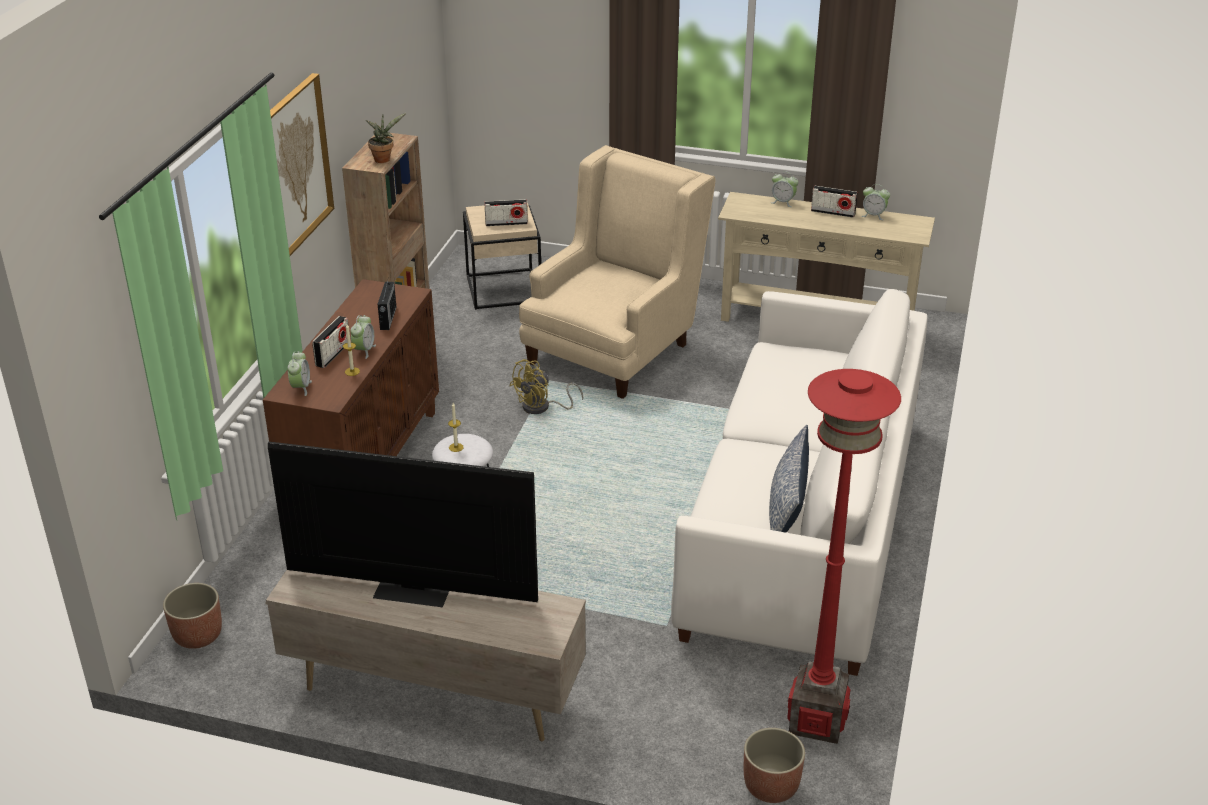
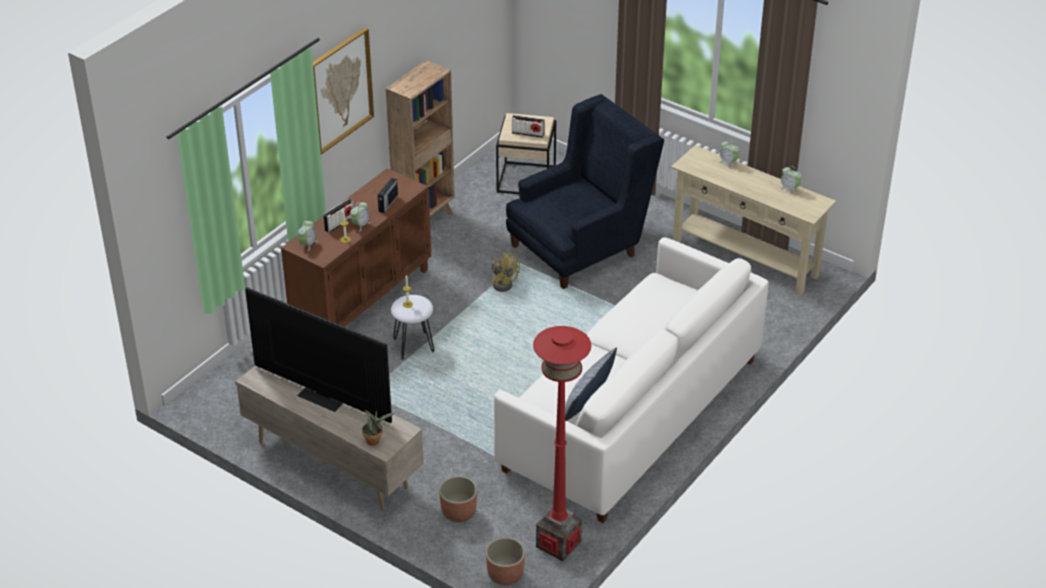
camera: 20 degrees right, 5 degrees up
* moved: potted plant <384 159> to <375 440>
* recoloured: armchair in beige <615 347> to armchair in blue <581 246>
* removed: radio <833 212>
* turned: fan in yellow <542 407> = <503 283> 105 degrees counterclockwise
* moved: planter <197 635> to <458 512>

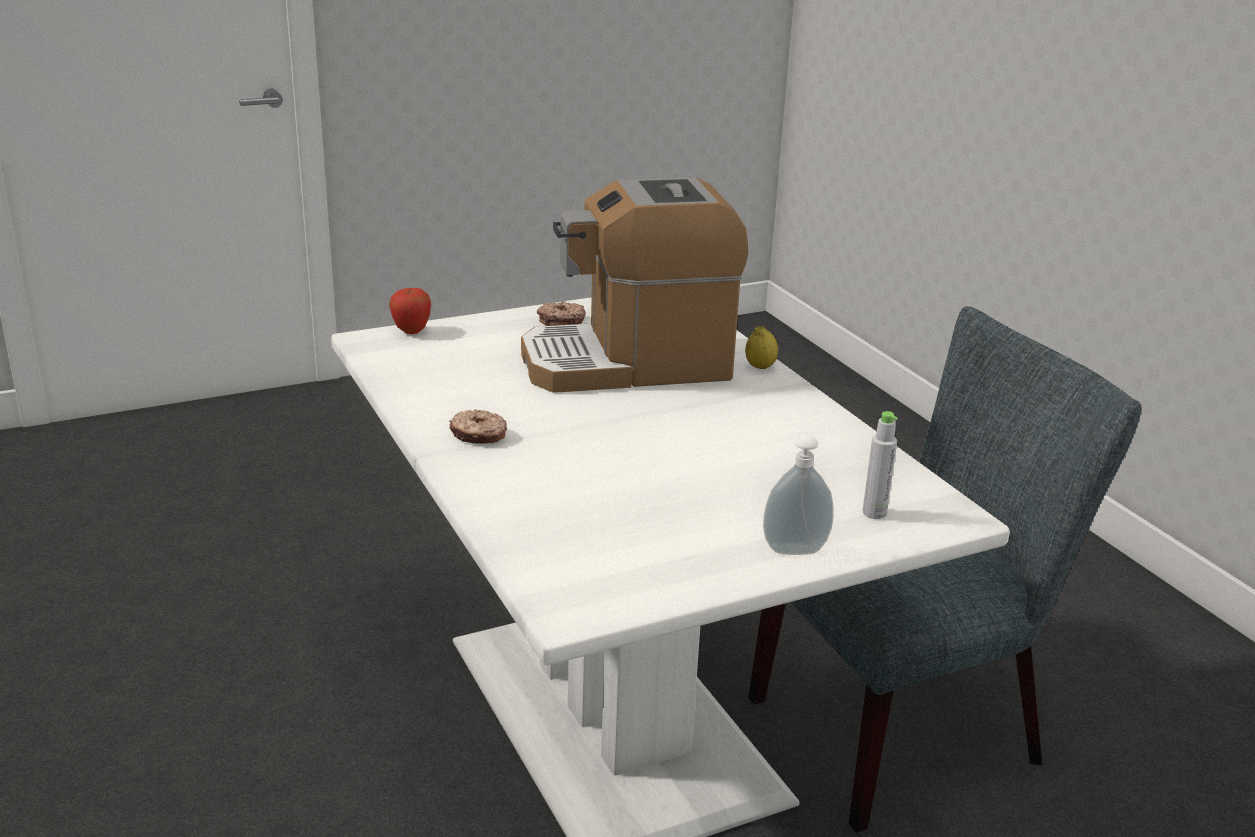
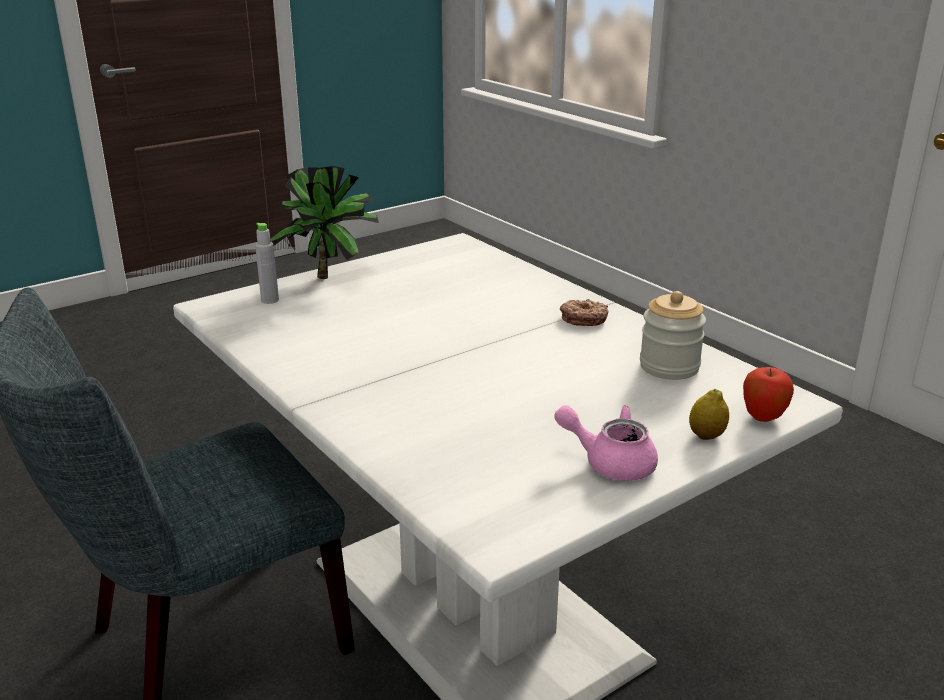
camera: 170 degrees right, 0 degrees up
* removed: coffee machine <629 363>
* replaced: donut <561 321> to teapot in pink <610 462>
* moved: lemon <760 367> to <706 436>
* replaced: soap dispenser <794 548> to potted plant <331 277>
* added: jar <669 366>

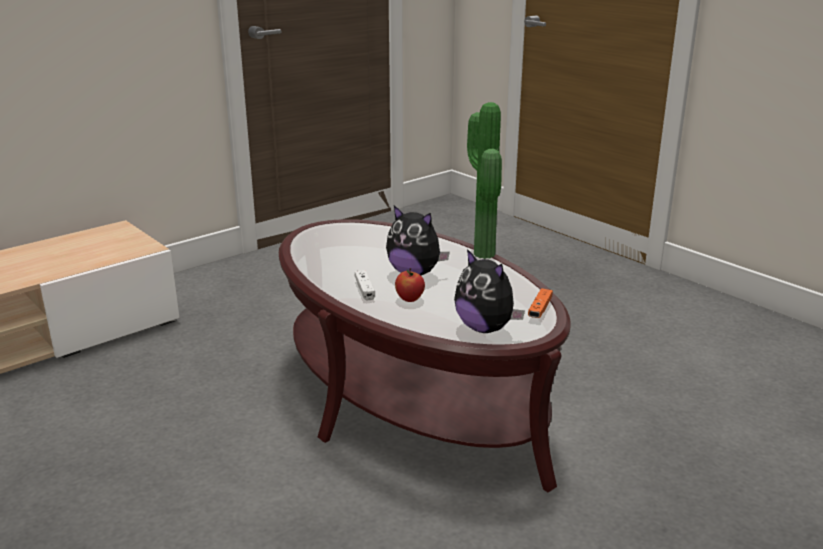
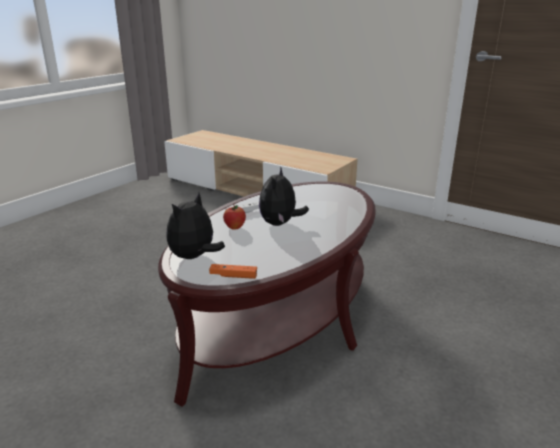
camera: 75 degrees right, 0 degrees up
* removed: potted plant <480 254>

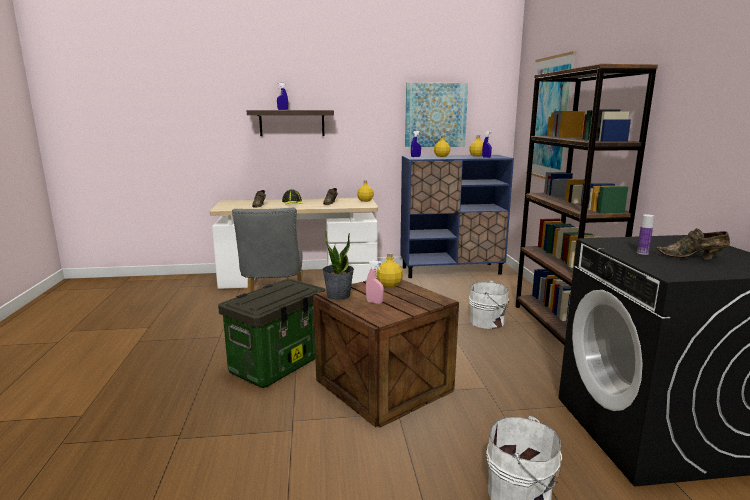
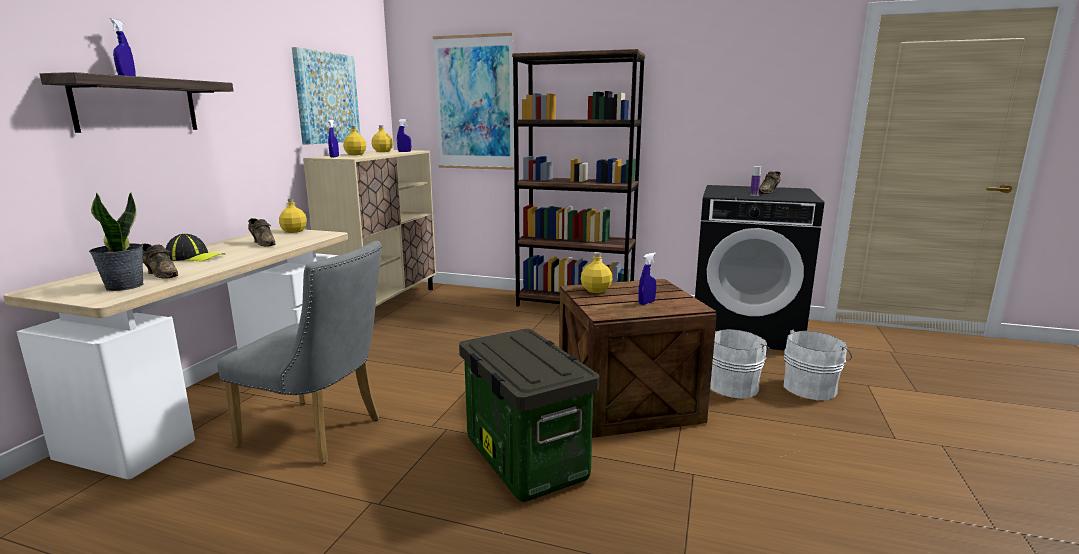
camera: 65 degrees left, 0 degrees up
* recoloured: cabinet in blue <451 270> to cabinet in beige <384 304>
* moved: potted plant <338 296> to <124 286>
* recoloured: spray bottle in pink <374 302> to spray bottle in blue <646 303>
* moved: bucket in white <488 322> to <734 386>

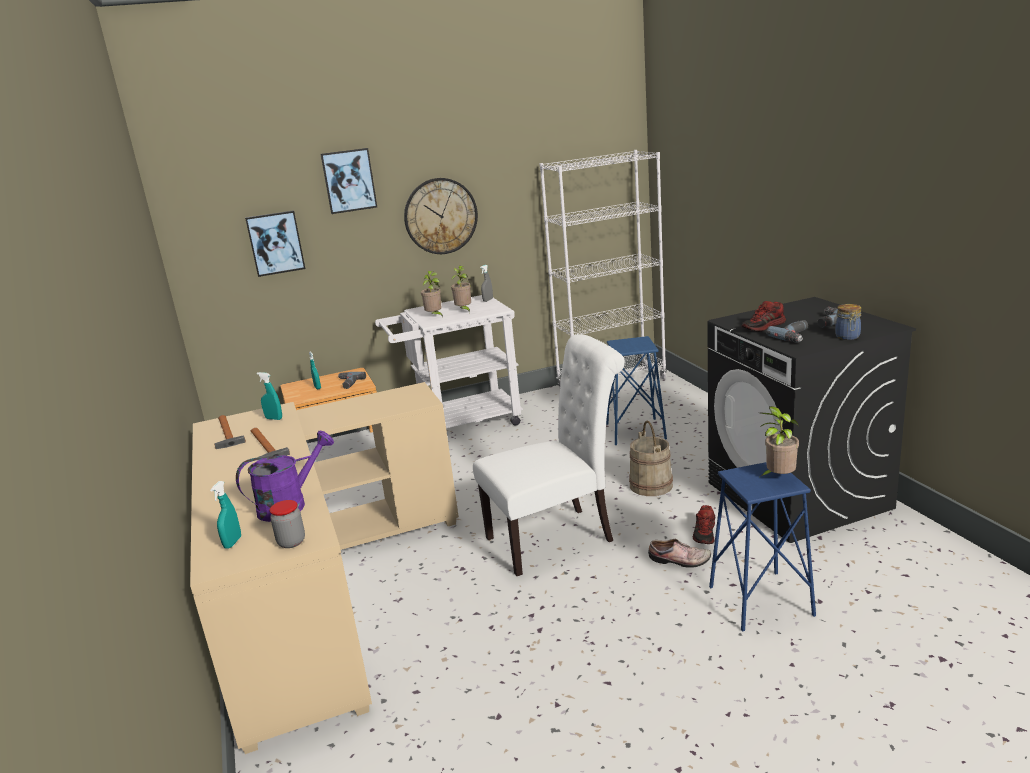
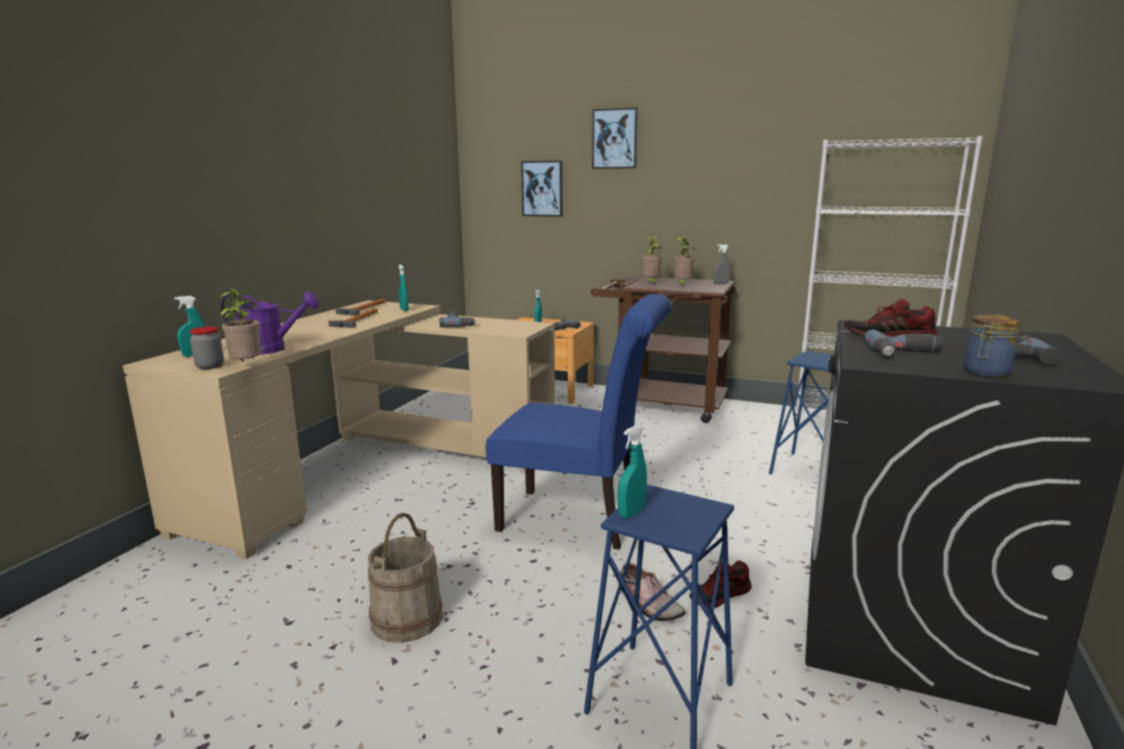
camera: 40 degrees right, 5 degrees down
* removed: wall clock <440 216>
* recoloured: cart in white <460 423> to cart in brown <662 404>
* recoloured: chair in white <557 537> to chair in blue <579 520>
* moved: potted plant <778 478> to <247 366>
* moved: bucket in beige <651 485> to <407 619>
* added: power drill <459 324>
* added: spray bottle in turquoise <631 513>

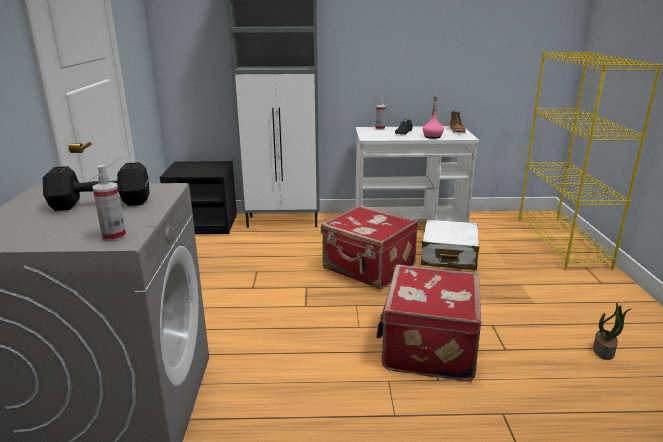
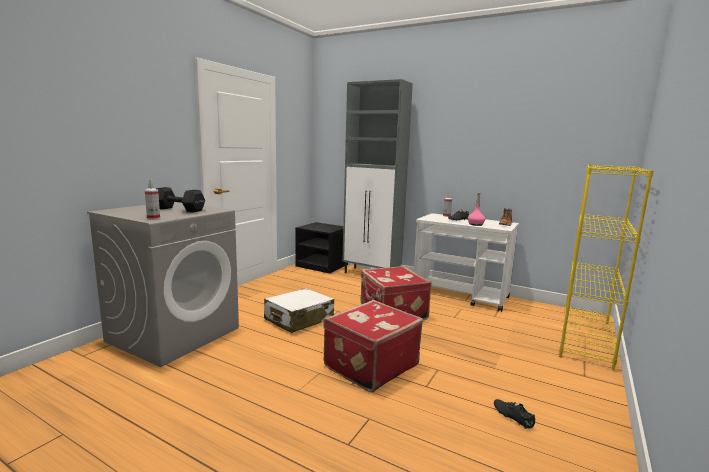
camera: 30 degrees right, 10 degrees down
* moved: suitcase in white <448 256> to <299 319>
* replaced: potted plant <604 351> to shoe in black <512 417>

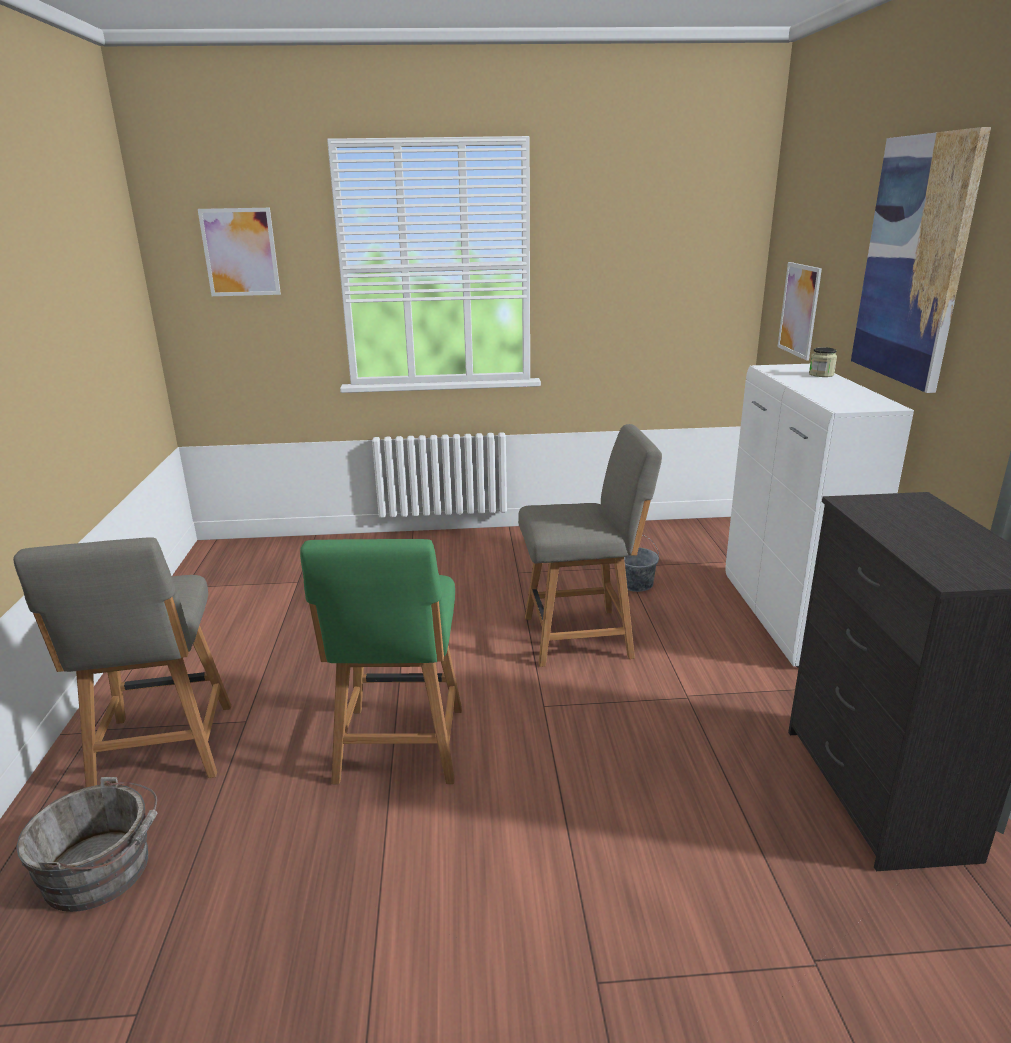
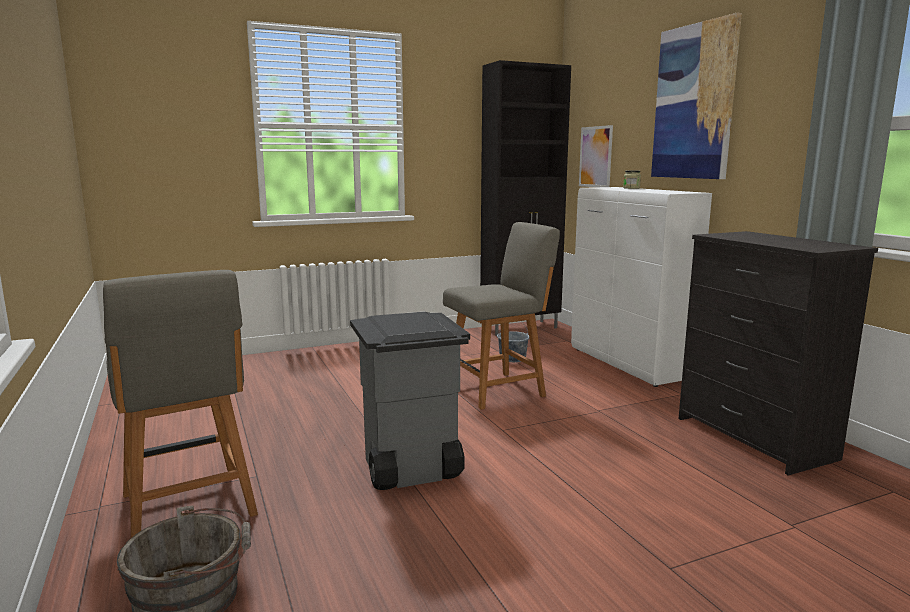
camera: 20 degrees left, 10 degrees down
* removed: picture <240 252>
* replaced: chair in green <399 748> to trash can in grey <409 470>
* added: cabinet in black <521 328>

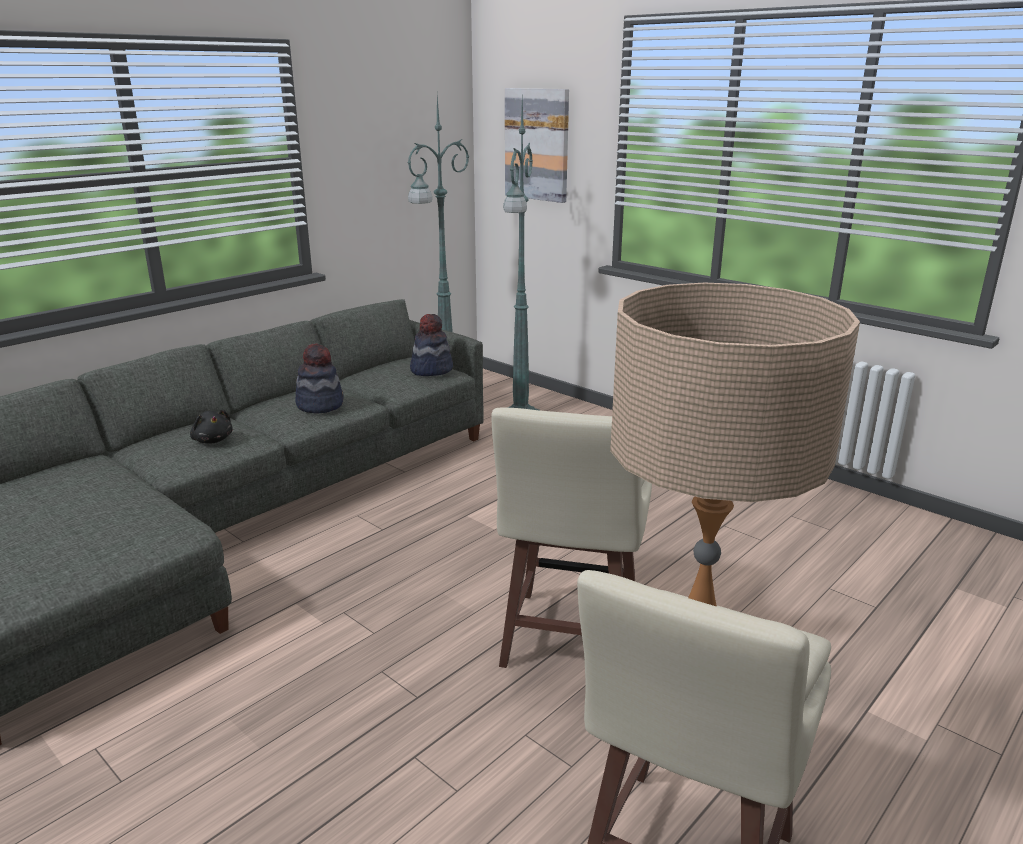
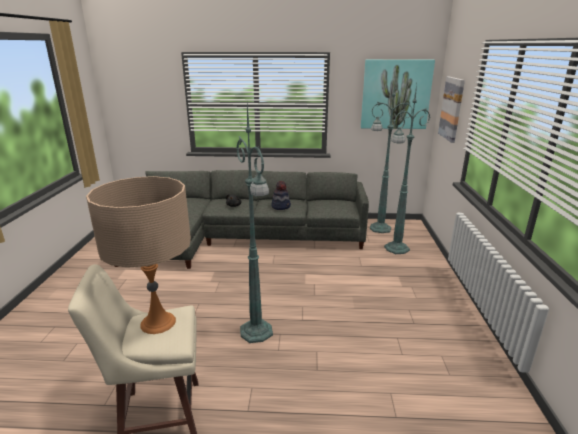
camera: 50 degrees right, 0 degrees up
* removed: hat <431 369>
* replaced: stool in beige <569 640> to floor lamp in green <256 332>
* added: picture <395 94>

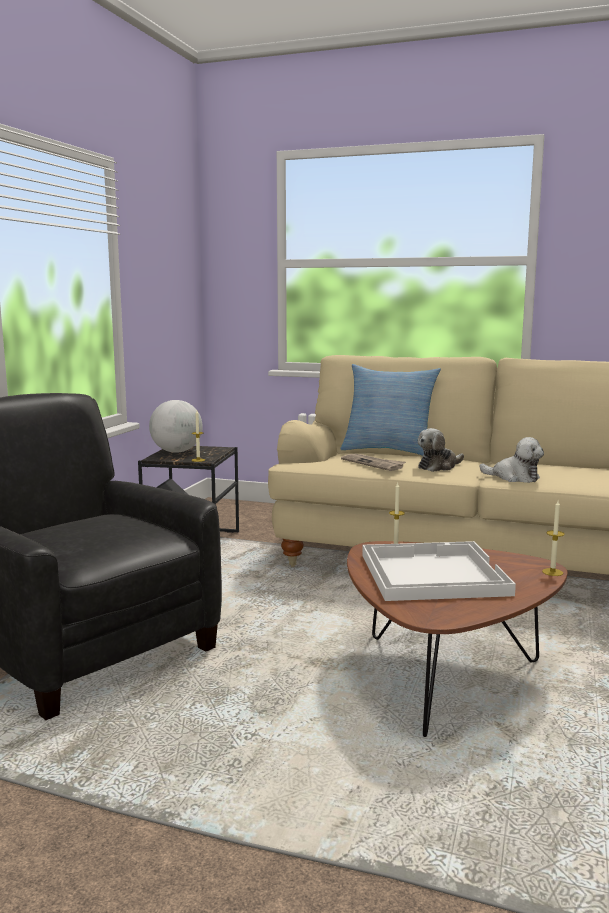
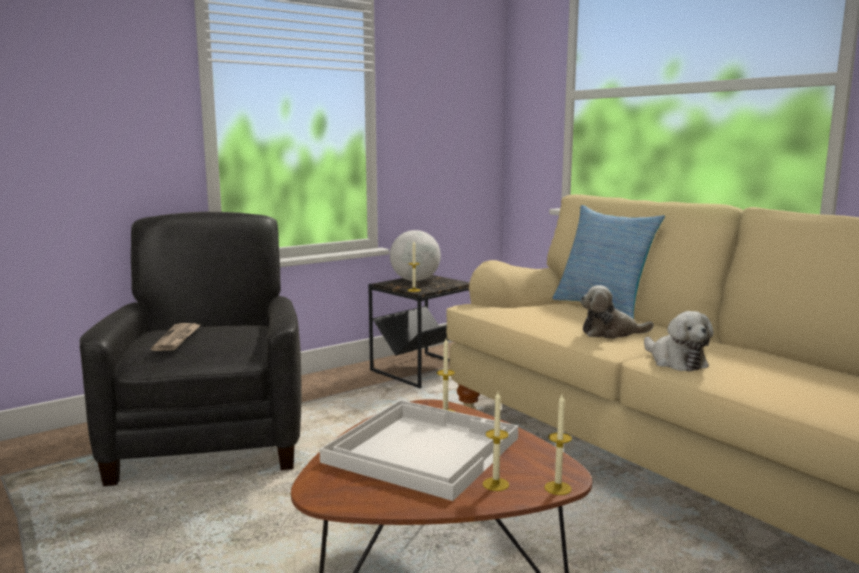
camera: 35 degrees right, 0 degrees up
* moved: newspaper <373 464> to <177 339>
* added: candle <495 484>

